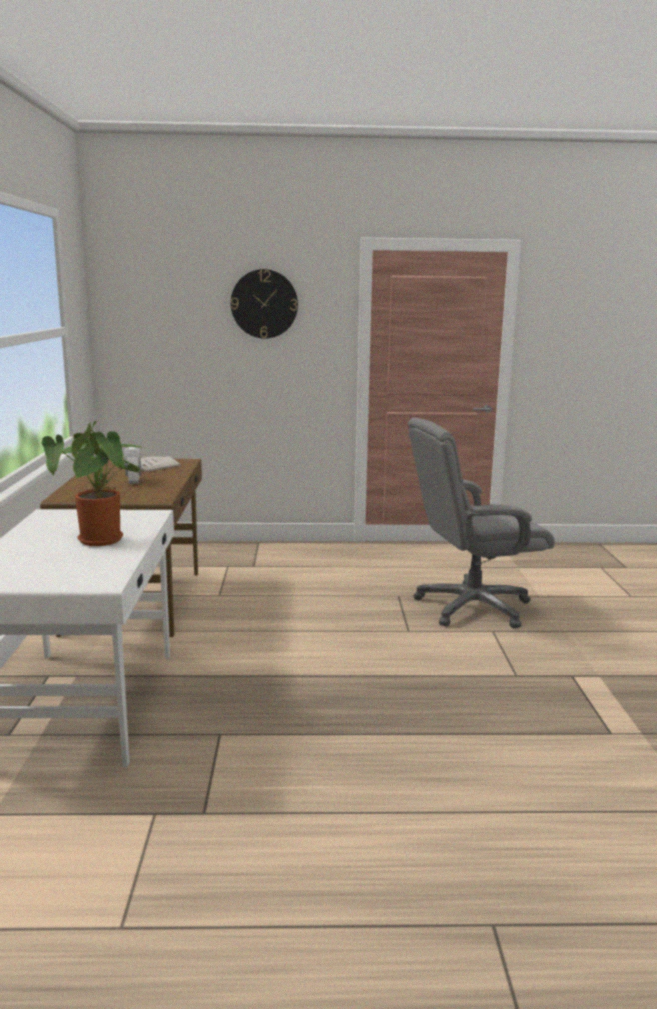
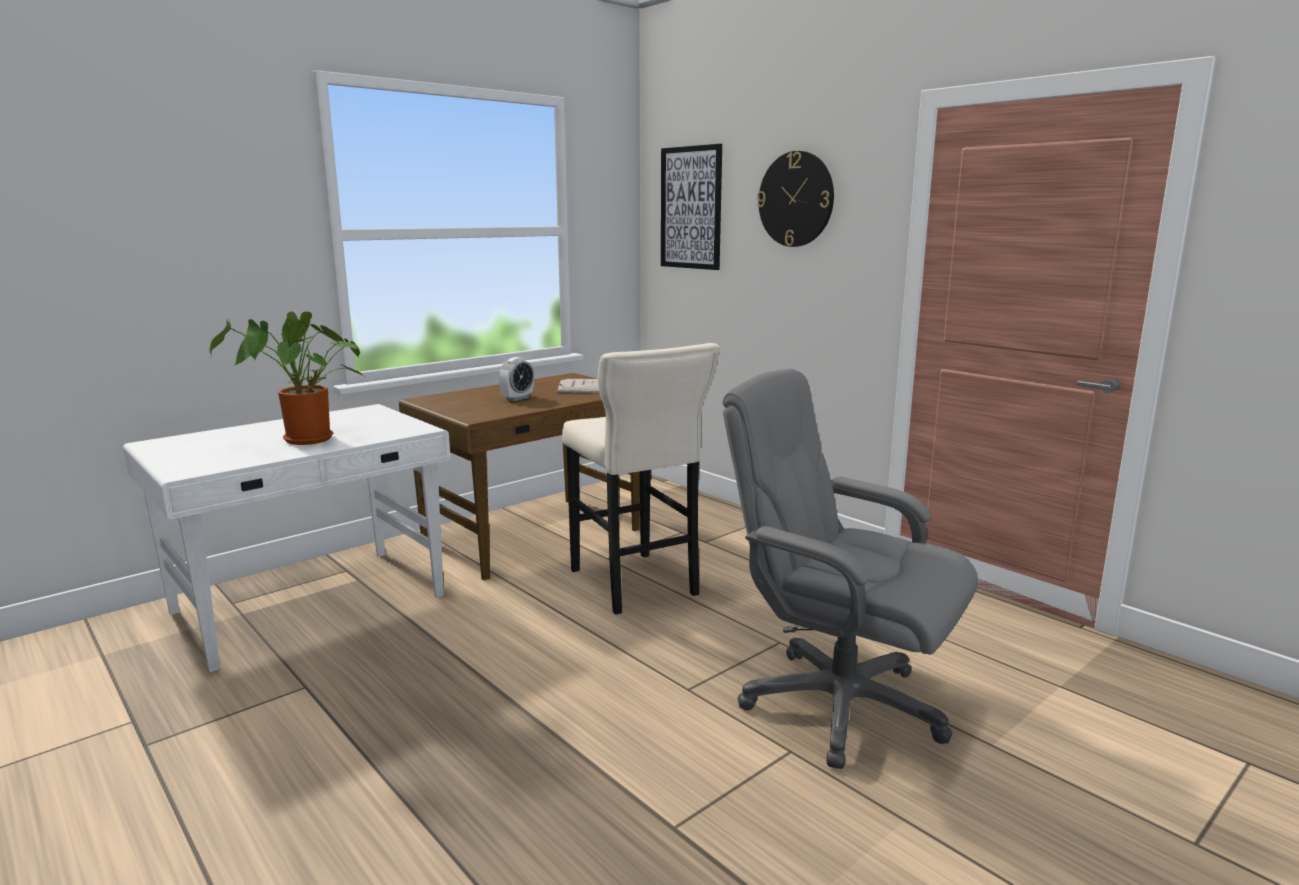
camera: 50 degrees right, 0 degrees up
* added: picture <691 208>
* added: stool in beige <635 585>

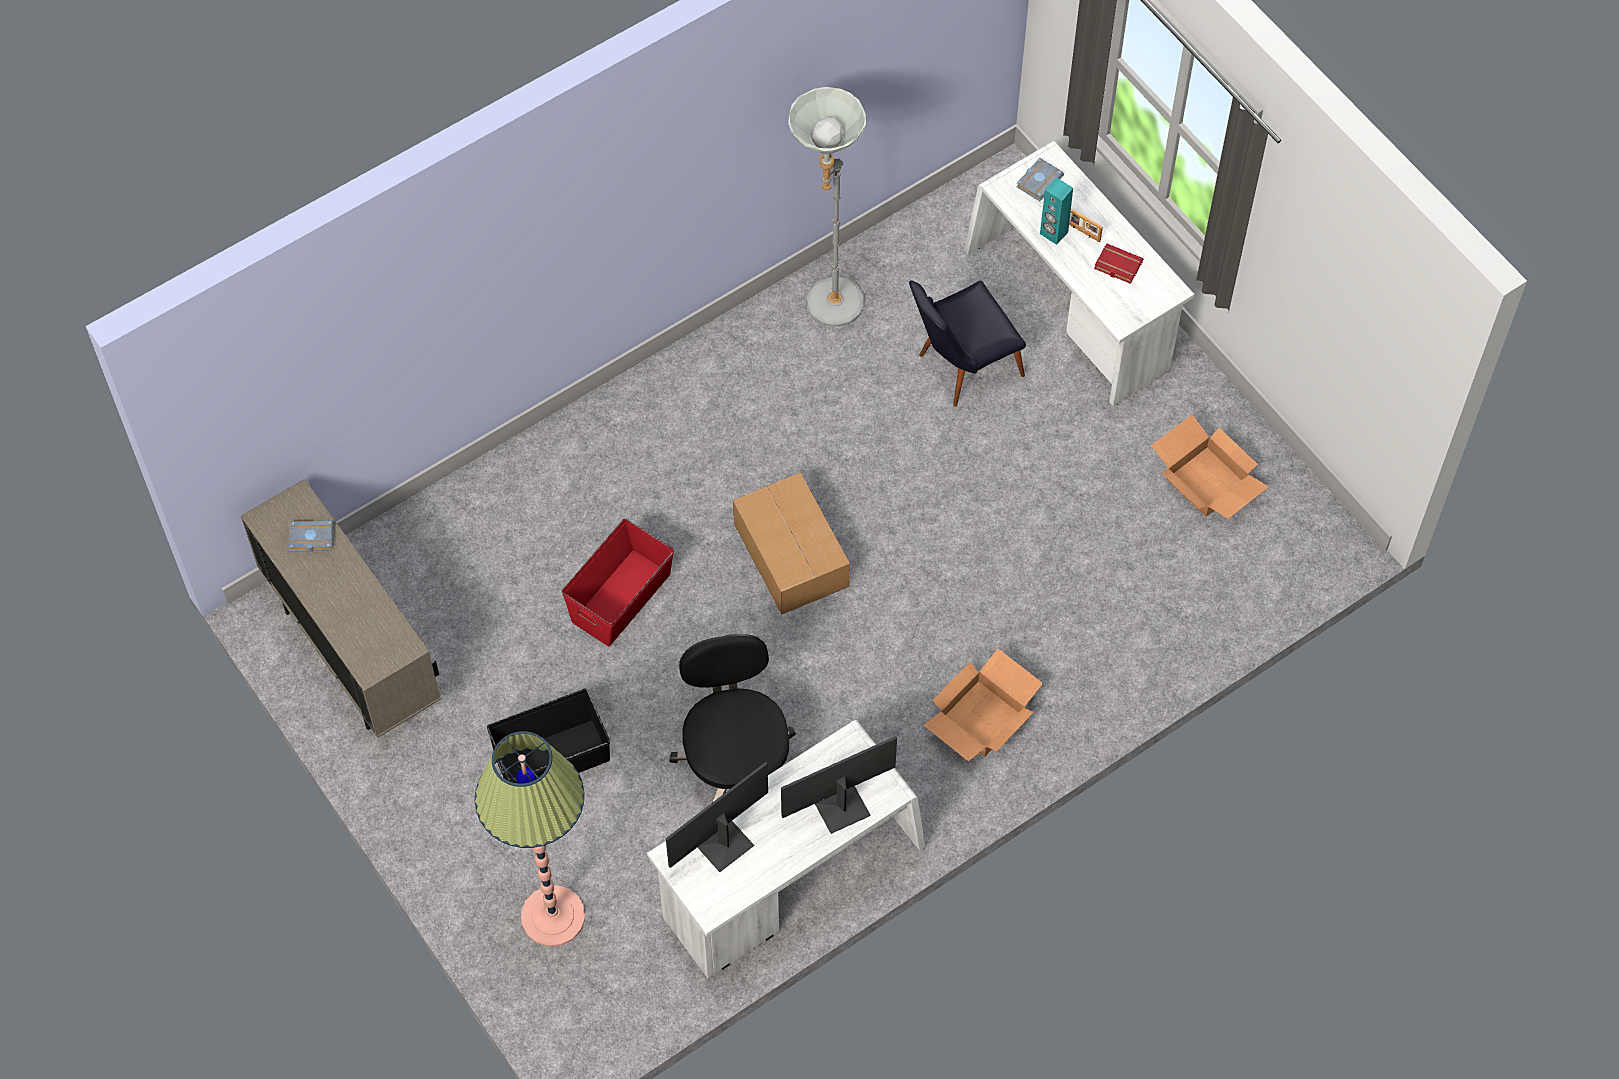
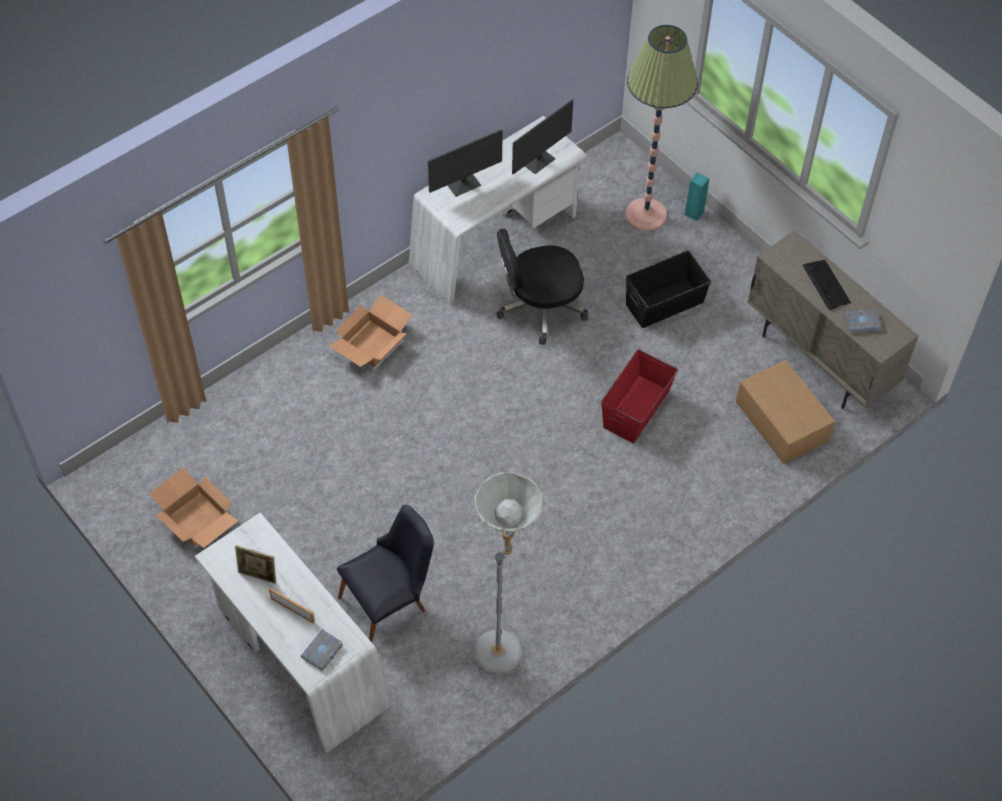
camera: 175 degrees right, 5 degrees down
* moved: speaker in turquoise <1053 233> to <694 213>
* replaced: book in red <1116 266> to picture frame <258 576>
* moved: cardboard box <791 553> to <782 422>
* turned: office chair in black <735 761> = <540 308> 90 degrees clockwise
* added: keyboard <826 285>

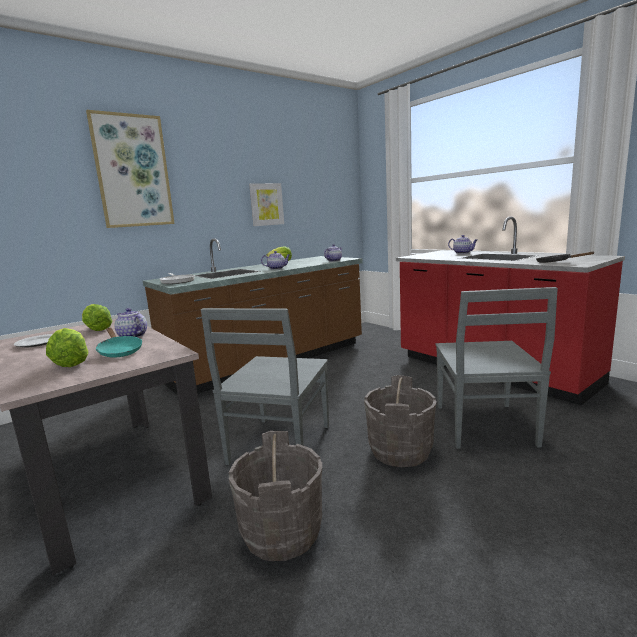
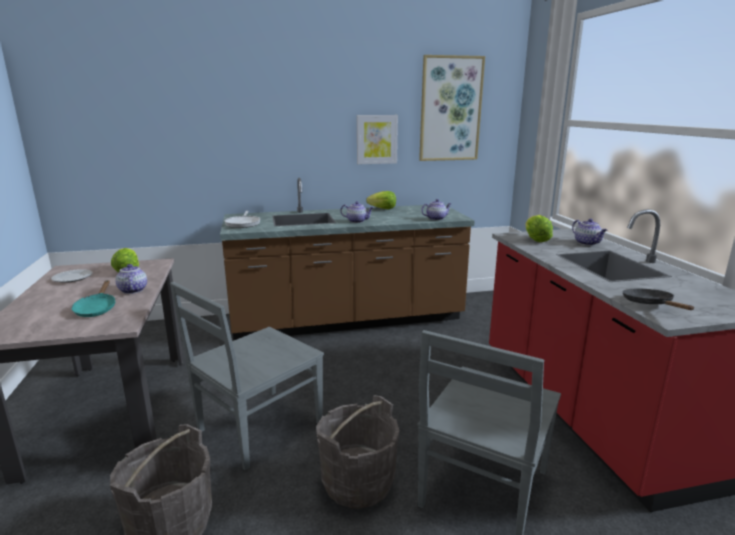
camera: 25 degrees right, 5 degrees up
* moved: picture <132 171> to <450 109>
* moved: lettuce <71 363> to <535 239>

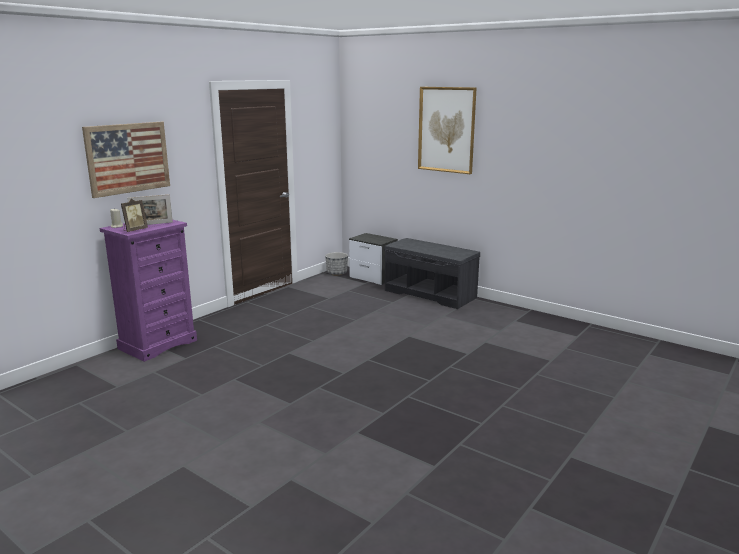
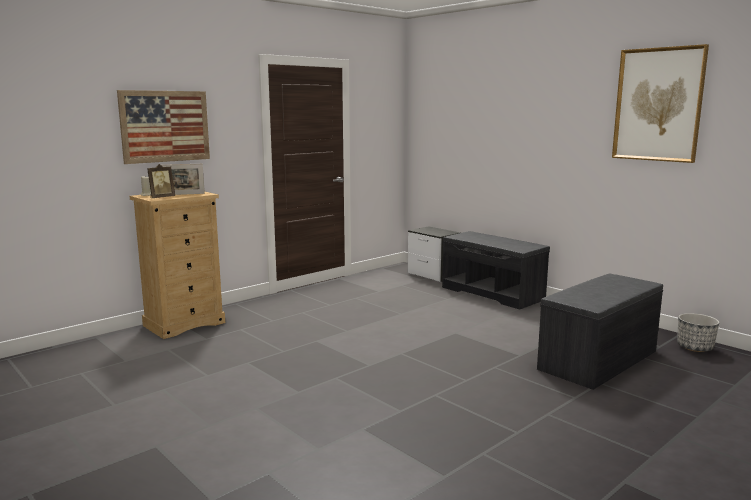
camera: 10 degrees right, 5 degrees down
* moved: picture <446 129> to <658 104>
* recoloured: dresser in purple <158 344> to dresser in beige <184 324>
* moved: planter <336 273> to <694 347>
* added: bench in grey <599 361>

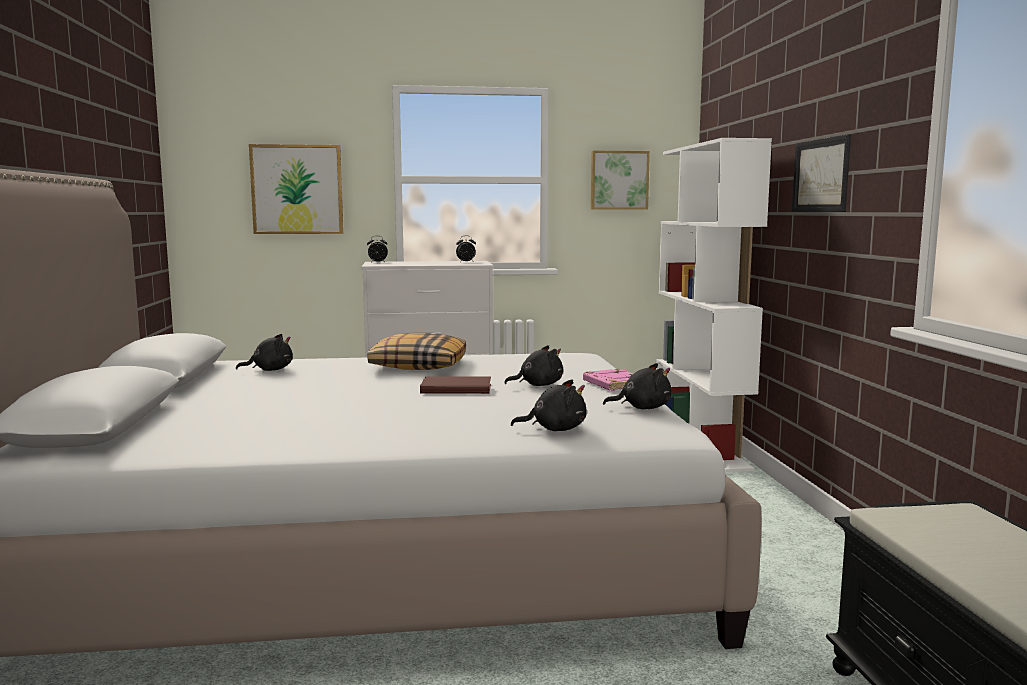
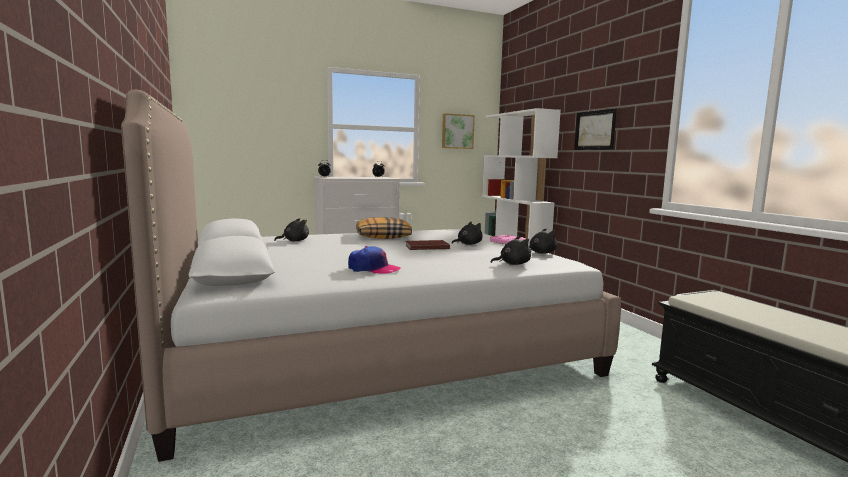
camera: 15 degrees left, 0 degrees up
* removed: picture <297 189>
* added: cap <373 269>

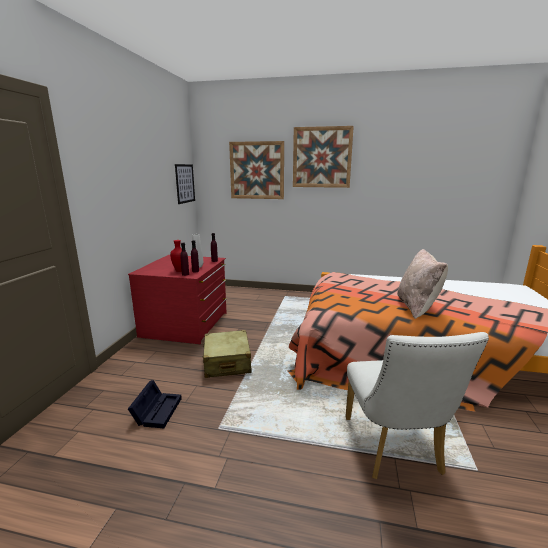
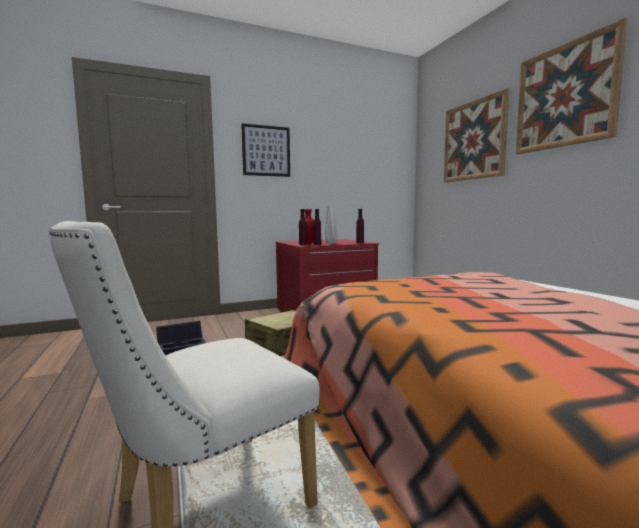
camera: 55 degrees right, 10 degrees down
* moved: picture <185 183> to <266 151>
* removed: pillow in beige <417 307>

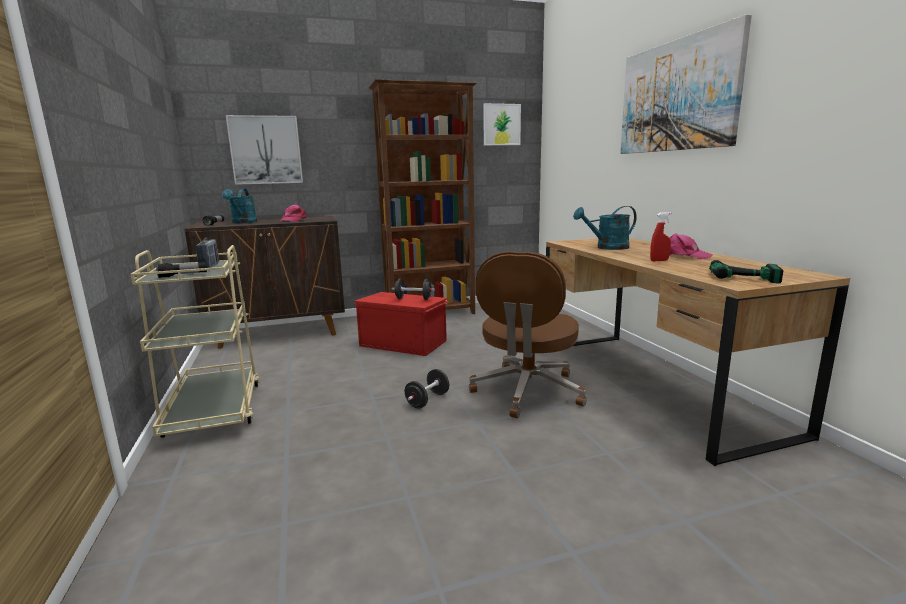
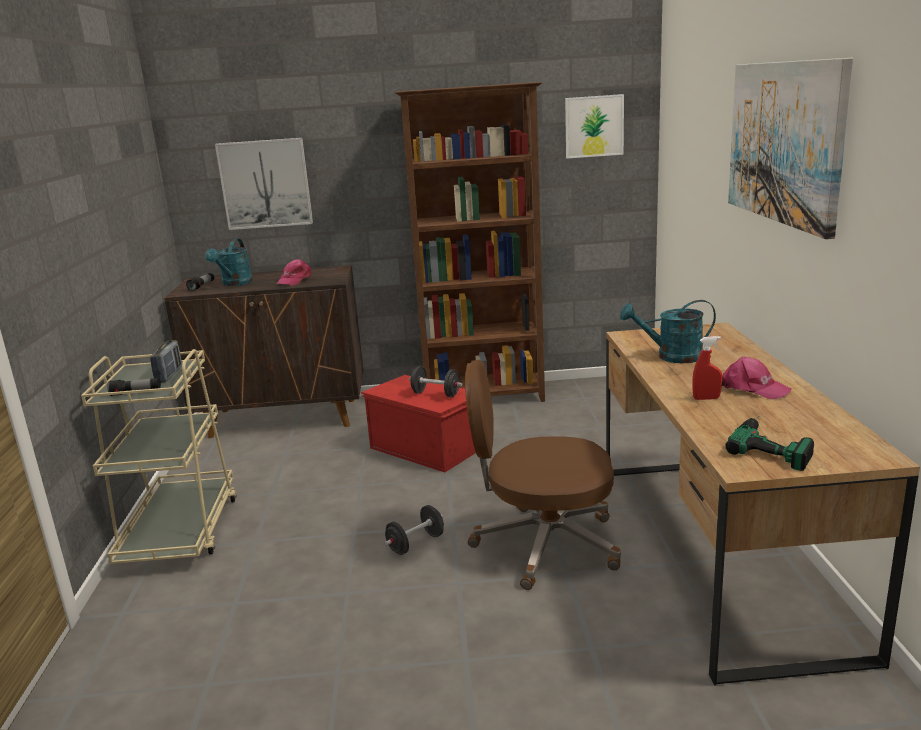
camera: 15 degrees right, 5 degrees up
* turned: office chair in brown <527 392> = <543 544> 60 degrees clockwise

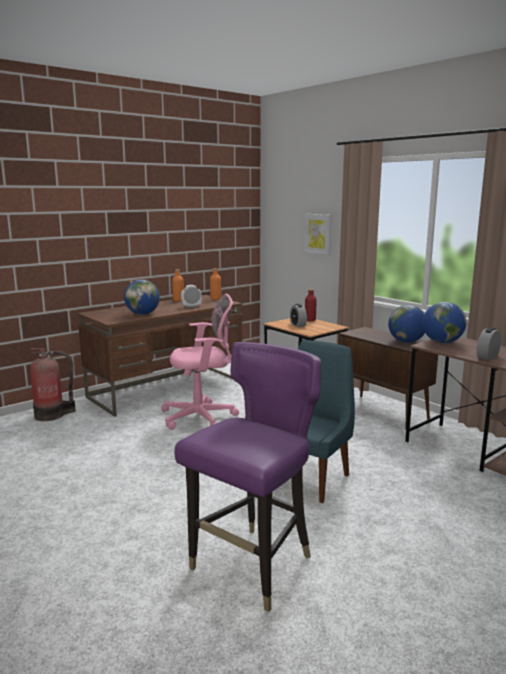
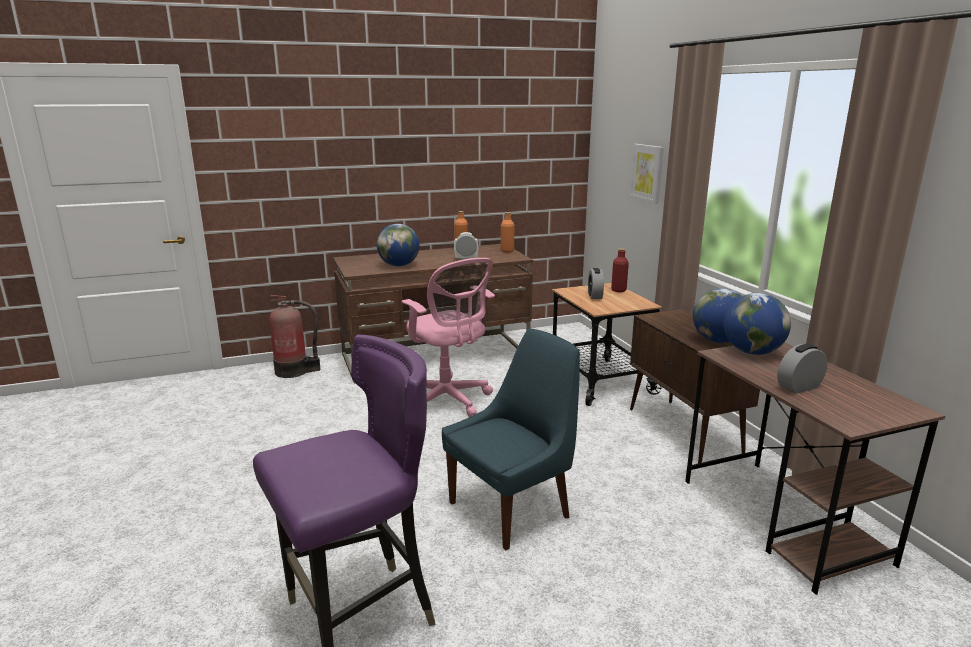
camera: 20 degrees right, 5 degrees up
* turned: office chair in pink <202 417> = <448 400> 45 degrees clockwise

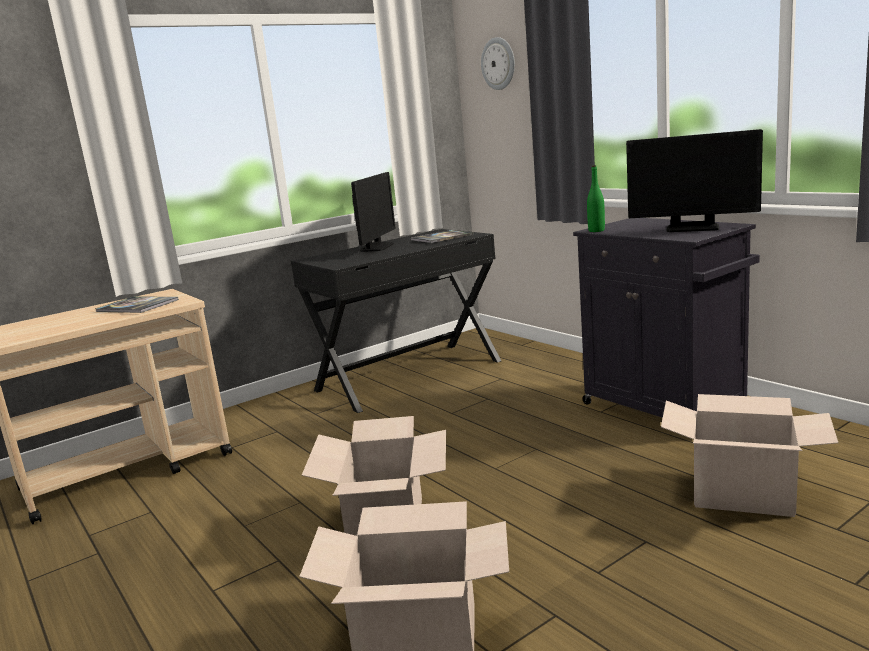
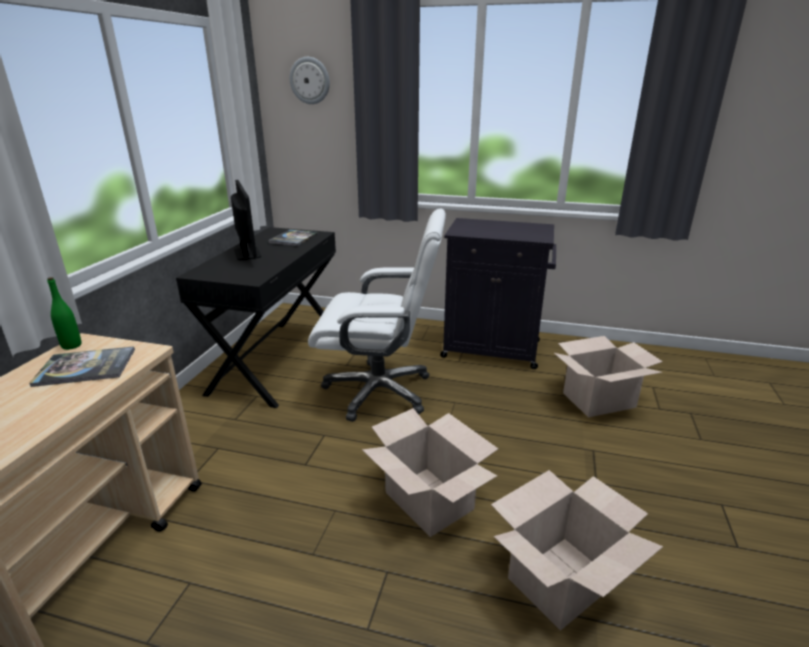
camera: 40 degrees left, 10 degrees up
* removed: monitor <692 228>
* moved: bottle in green <596 230> to <71 345>
* added: office chair in white <380 391>

